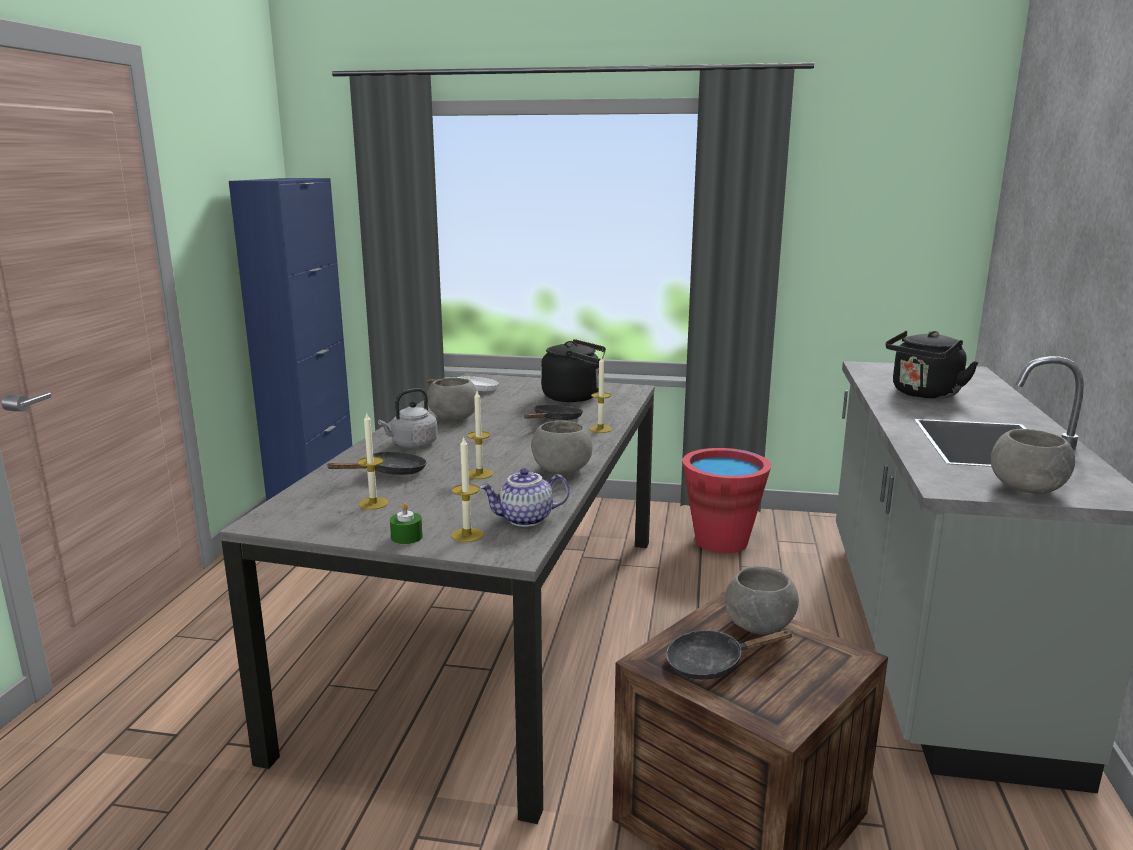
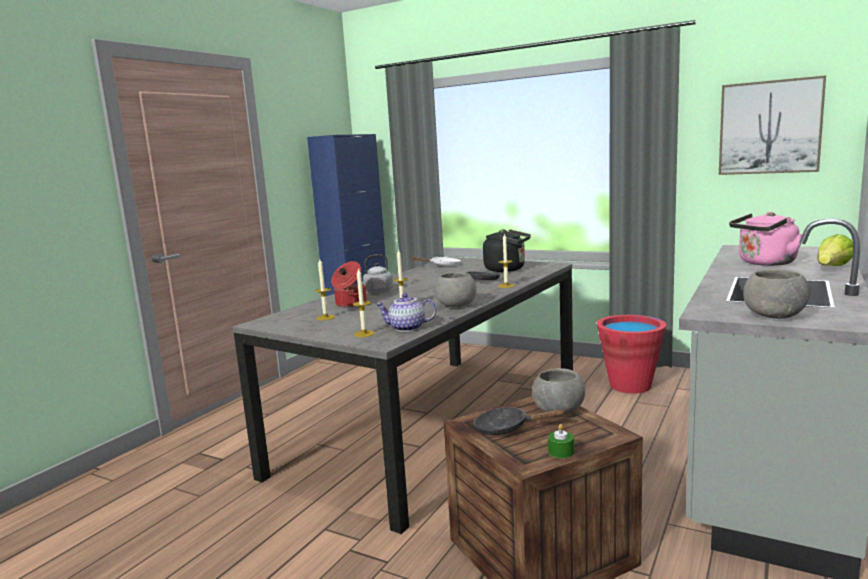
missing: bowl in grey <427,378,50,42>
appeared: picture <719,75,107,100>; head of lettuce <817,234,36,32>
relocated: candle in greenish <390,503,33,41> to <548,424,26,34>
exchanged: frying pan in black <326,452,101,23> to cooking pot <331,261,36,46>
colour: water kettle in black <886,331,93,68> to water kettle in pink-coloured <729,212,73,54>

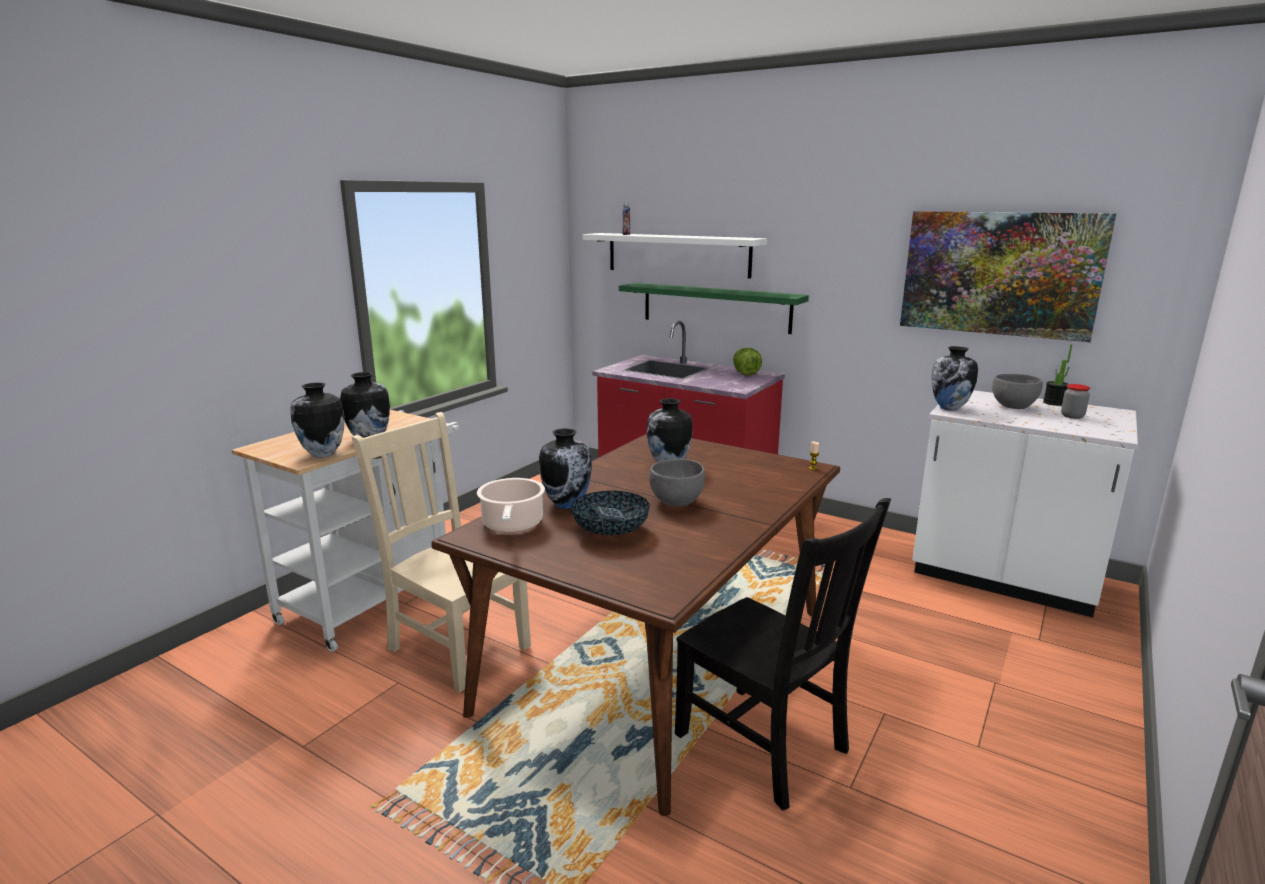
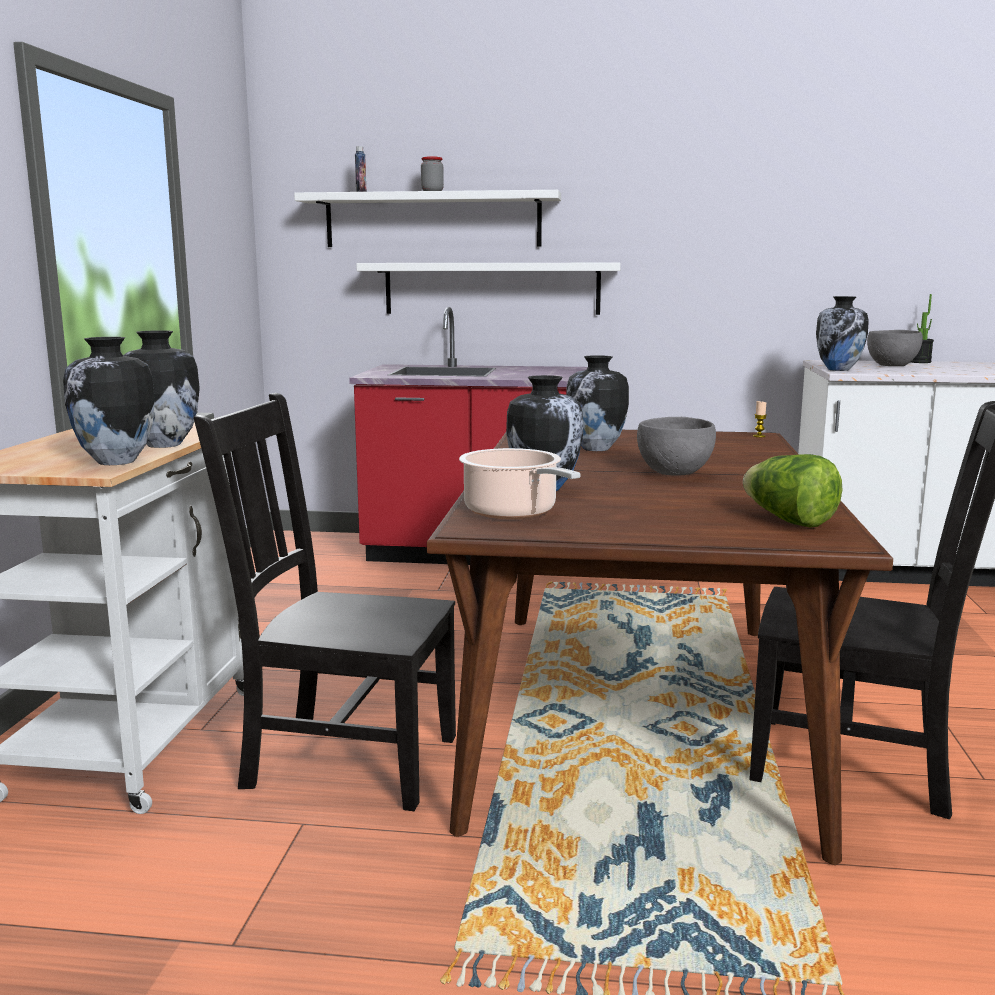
missing: bowl <571,491,79,44>; picture <900,211,216,131>
relocated: head of lettuce <733,348,29,28> to <743,454,99,73>; jar <1061,384,29,35> to <421,156,23,35>
colour: chair in sand-coloured <352,412,179,281> to chair in black <194,393,262,418>; wall shelf in greenish <619,283,190,51> to wall shelf in white-coloured <356,263,265,52>

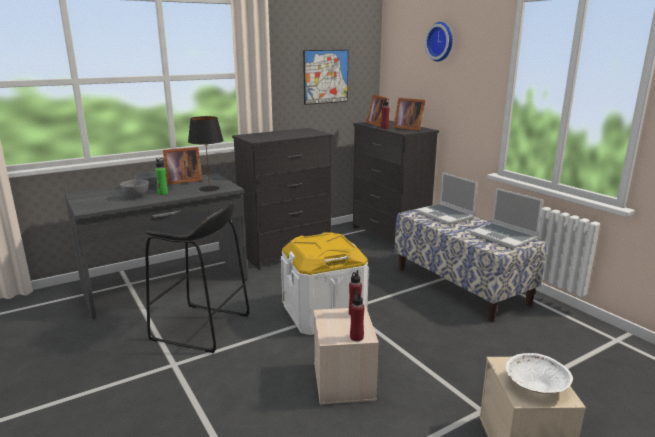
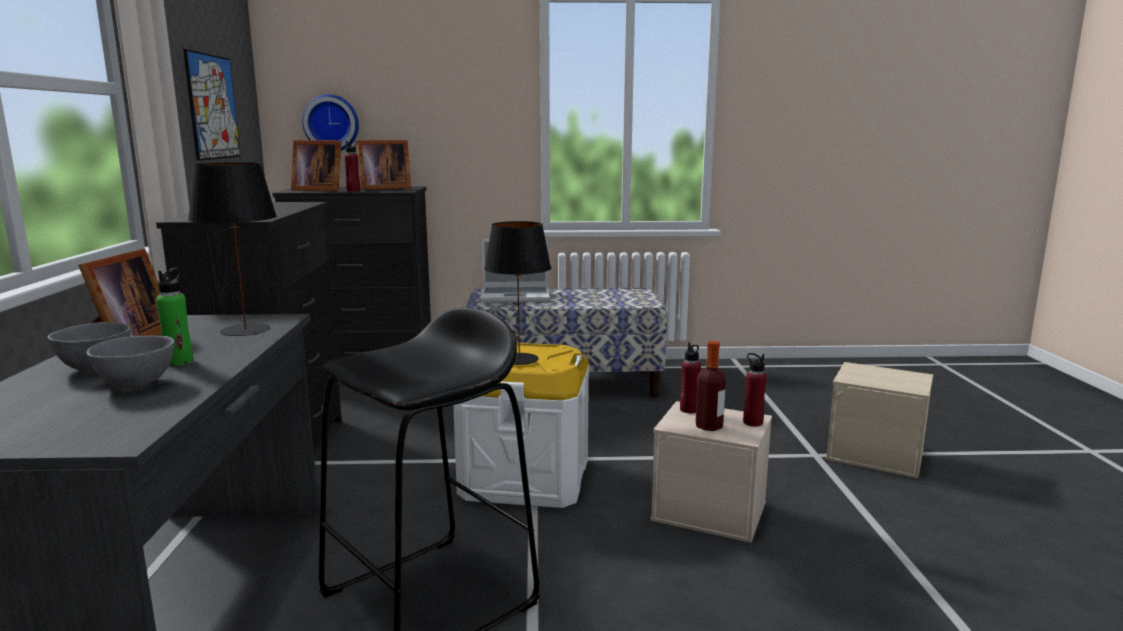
missing: notebook computer <470,188,73,61>; bowl in white-coloured <506,353,67,40>
appeared: table lamp in black <484,221,67,144>; bottle <696,341,30,90>
relocated: hanging clock <425,22,28,39> to <302,94,57,57>

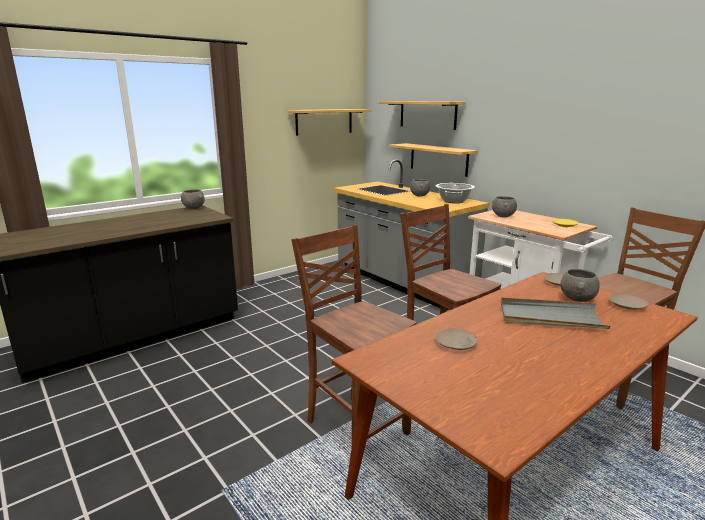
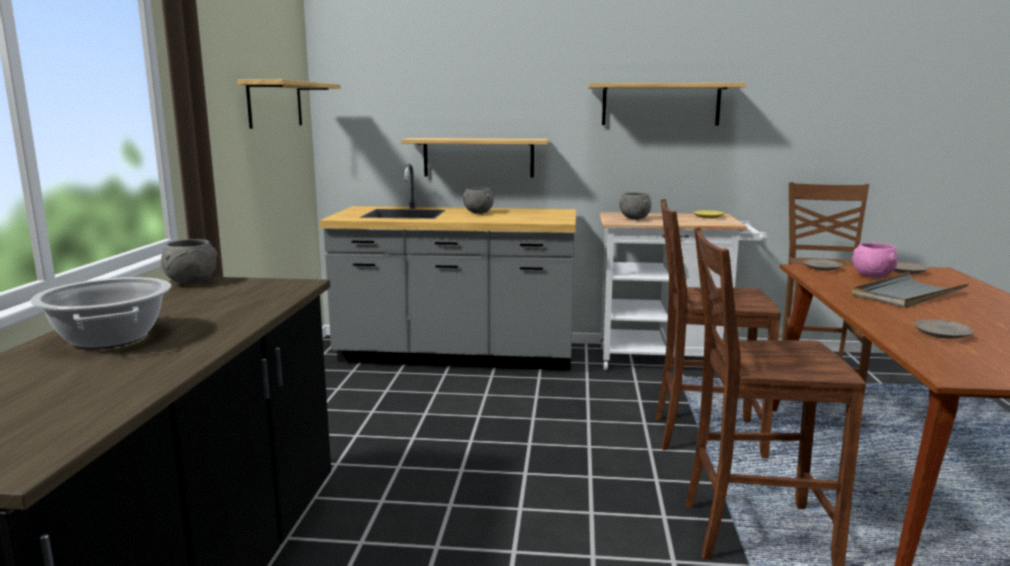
relocated: wall shelf <379,101,87,29> to <588,83,158,42>; cooking pot <436,183,39,20> to <30,277,141,72>
colour: bowl in grey <561,269,39,33> to bowl in pink-coloured <852,243,45,35>

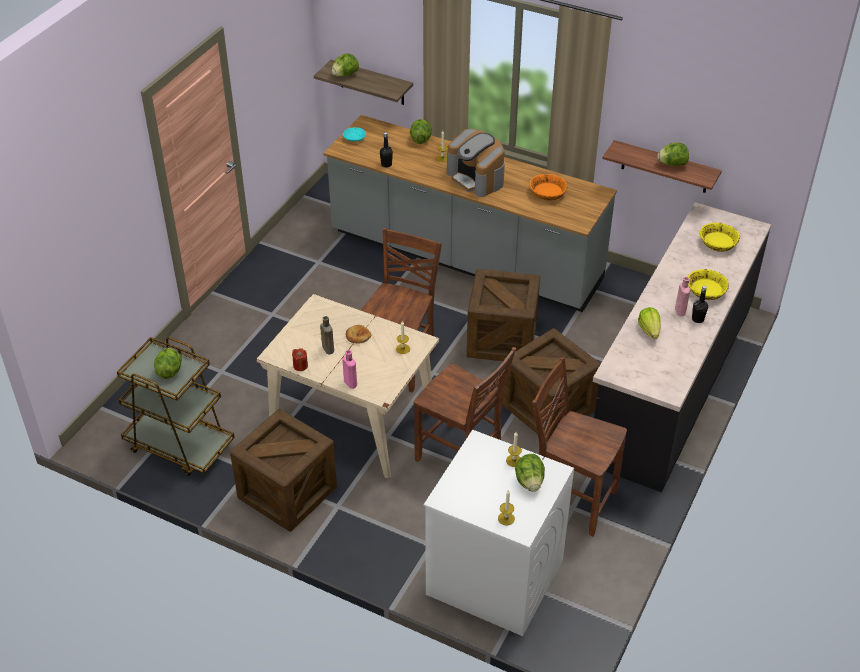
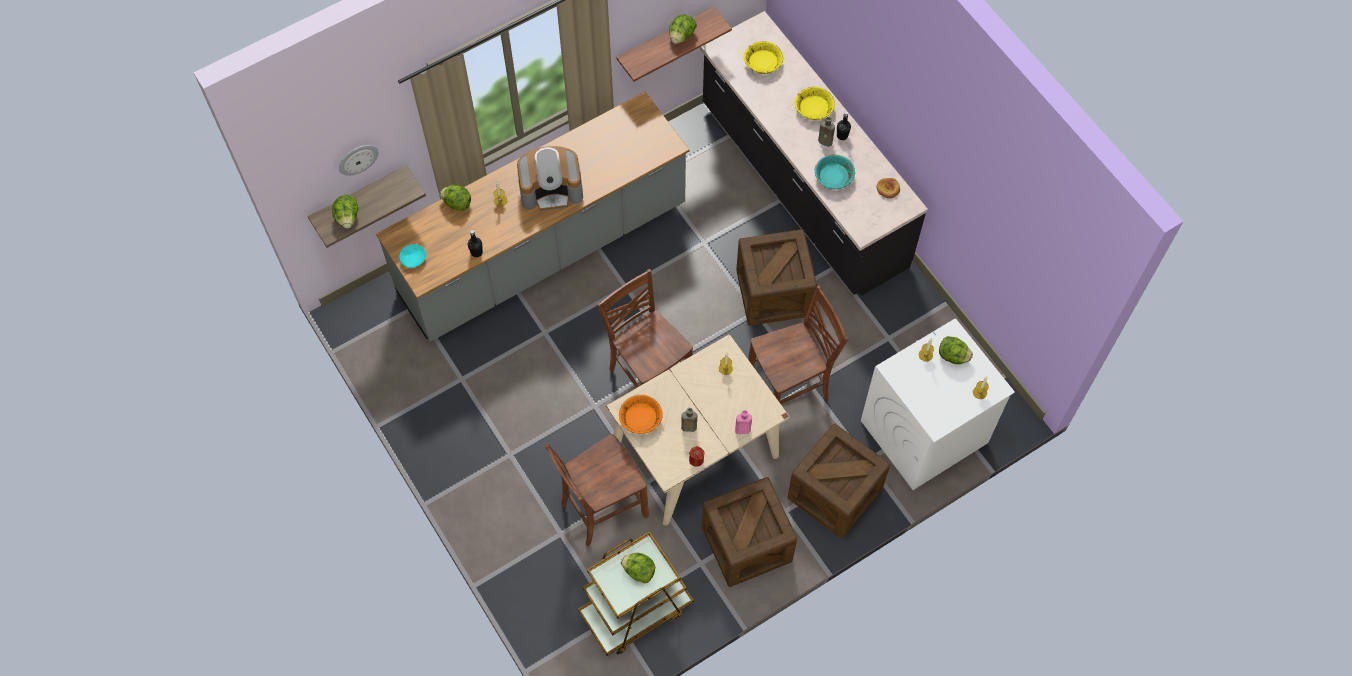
appeared: hanging clock <339,145,40,31>
relocated: baked bread <345,325,26,18> to <877,178,23,21>; crate <466,269,74,92> to <788,424,102,115>; bowl in orange <529,174,38,26> to <619,395,44,39>; chair in brown-coloured <532,357,95,179> to <545,434,104,112>
exchanged: head of lettuce <638,307,23,32> to bowl in turquoise-coloured <815,154,40,35>
colour: bottle in pink-coloured <675,277,15,39> to bottle in brown-coloured <818,116,17,31>

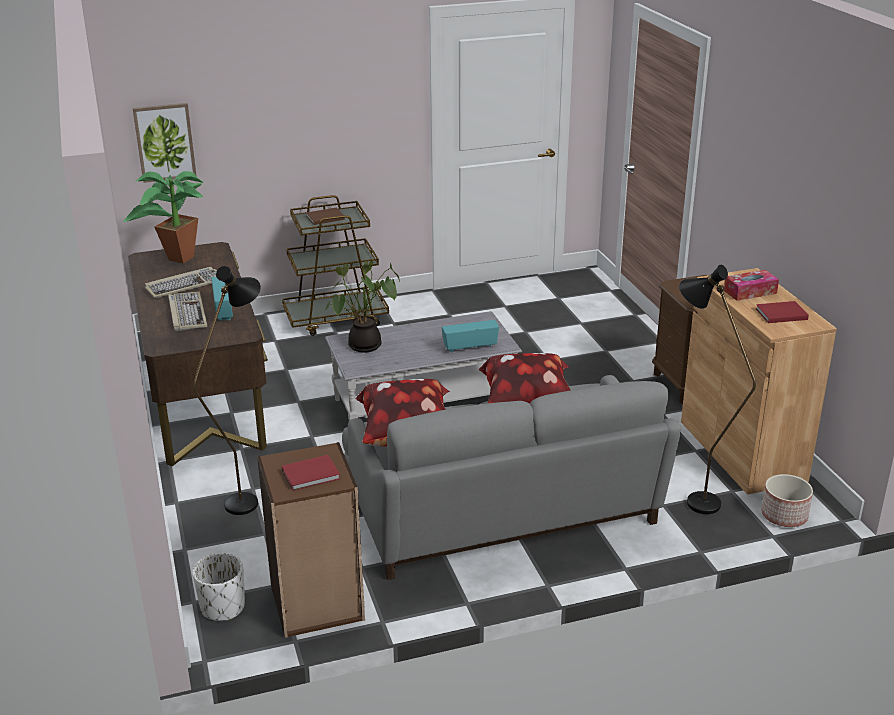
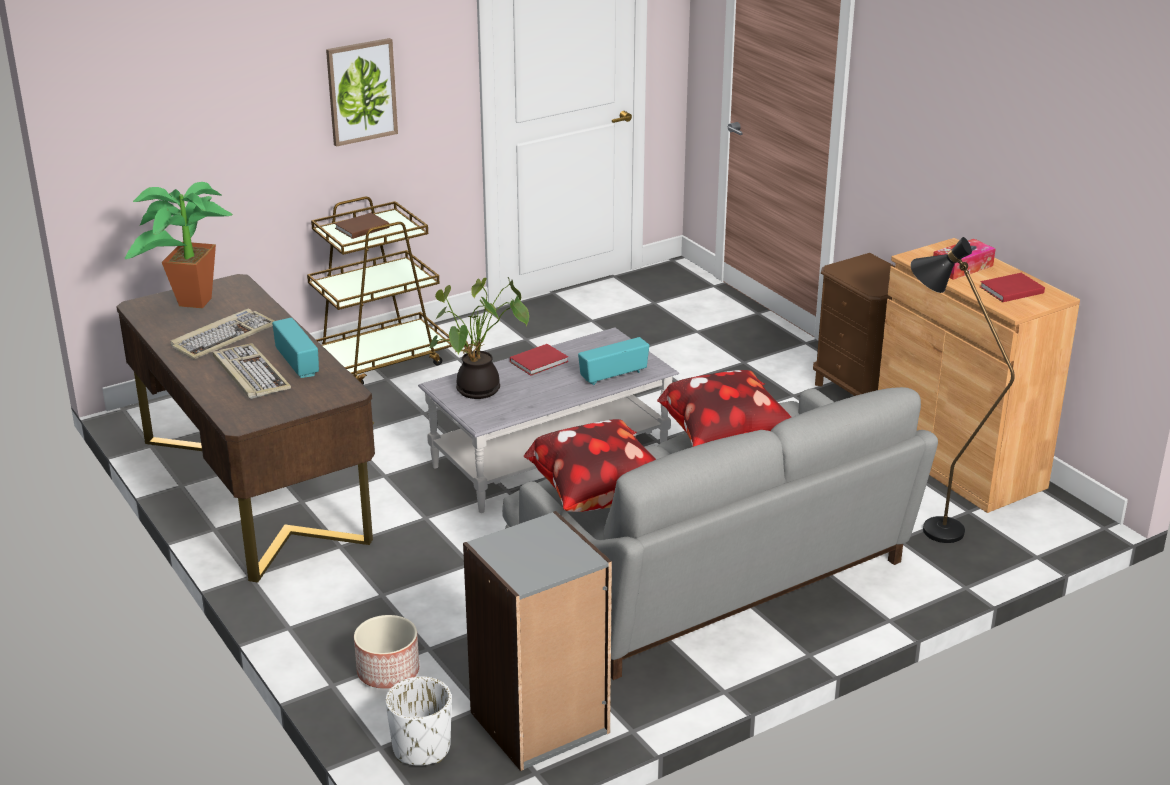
missing: standard lamp in black <193,266,68,249>
relocated: picture <132,103,65,80> to <326,38,72,109>; book in red-coloured <282,455,58,36> to <510,344,58,32>; plant pot <761,474,52,53> to <354,615,65,74>
colour: bookcase in brown-coloured <257,442,108,196> to bookcase in grey <463,511,149,260>

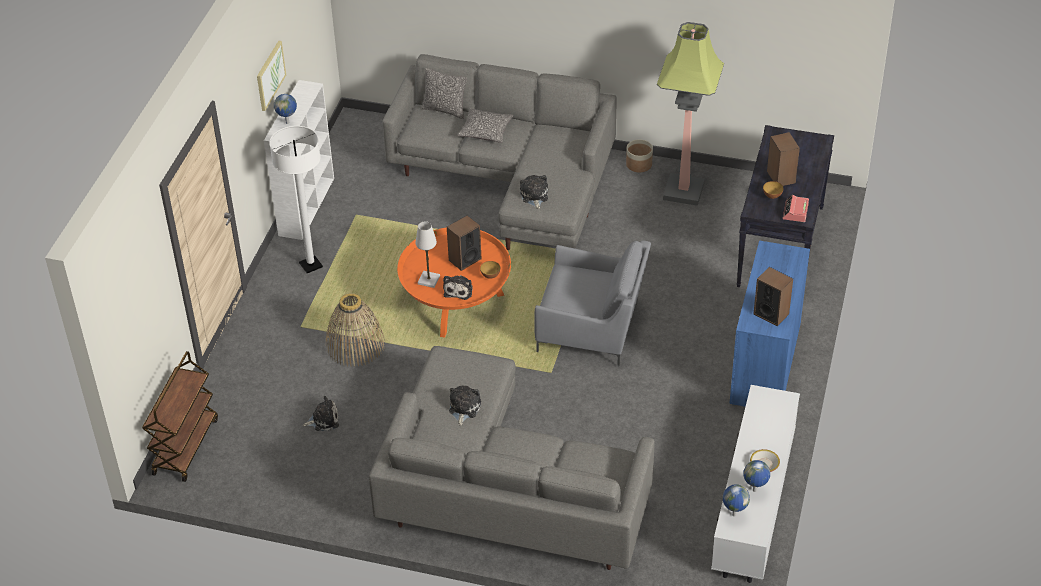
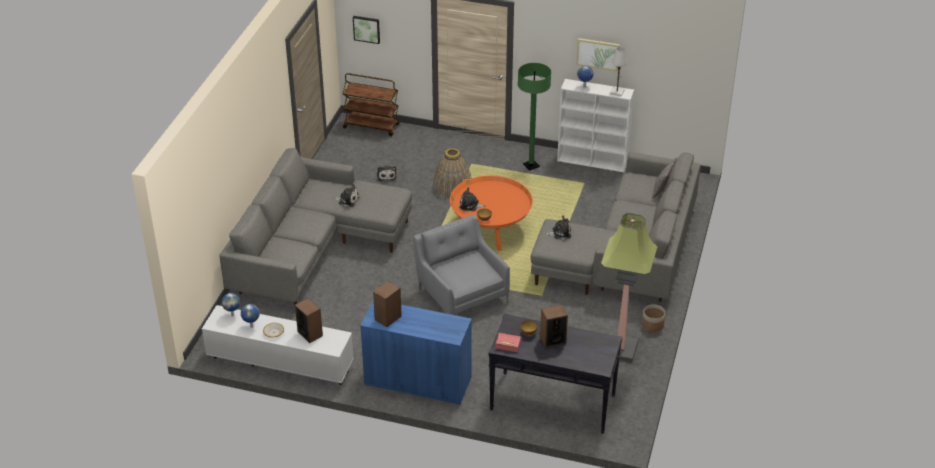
missing: throw pillow <457,108,56,35>
appeared: picture <353,16,27,28>
relocated: table lamp in white-coloured <415,221,25,67> to <610,47,17,50>; speaker <447,215,35,56> to <295,298,28,45>
colour: standard lamp in white-coloured <269,126,54,147> to standard lamp in greenish <518,63,33,108>
spun: lounge chair in grey <534,240,117,126> = <413,215,97,100> 135 degrees clockwise

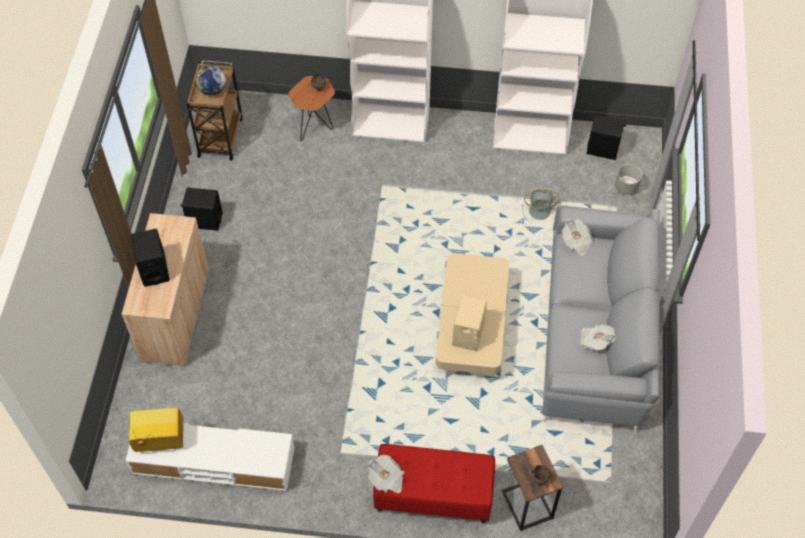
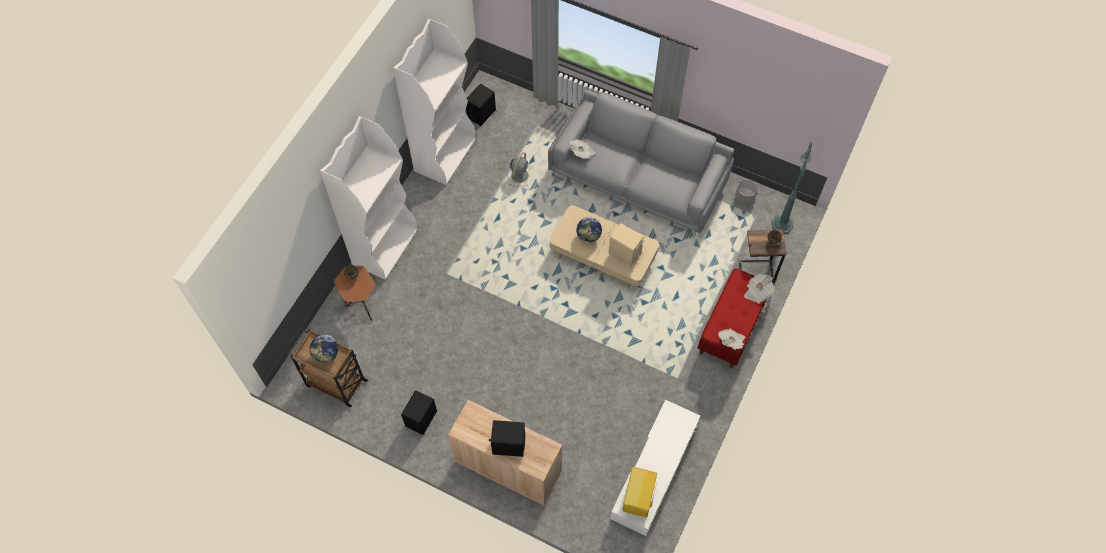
appeared: desk globe <577,217,25,26>; standard lamp in greenish <772,141,41,93>
relocated: daily paper <580,324,36,27> to <744,274,30,30>; plant pot in grey <615,164,27,31> to <735,179,23,26>

